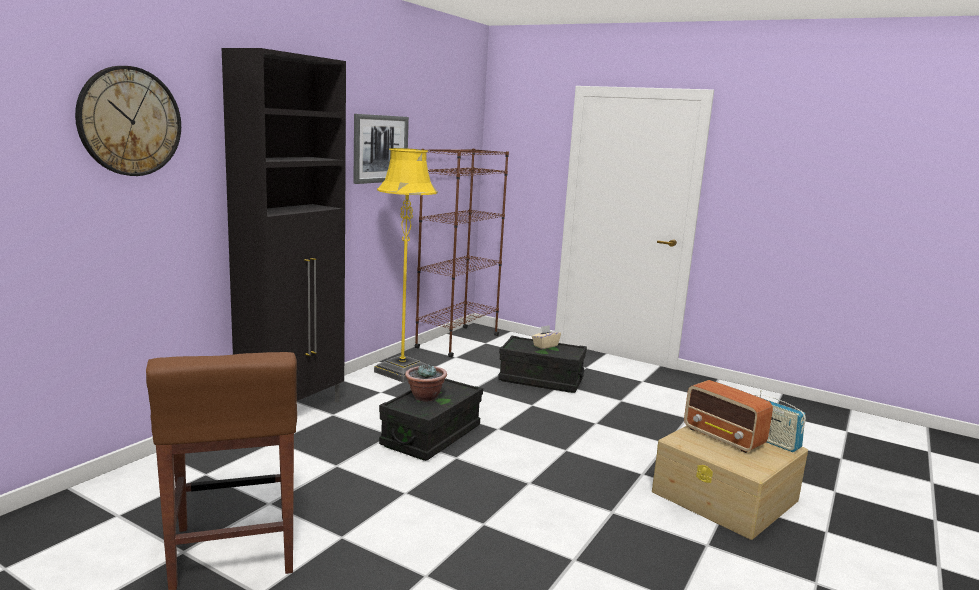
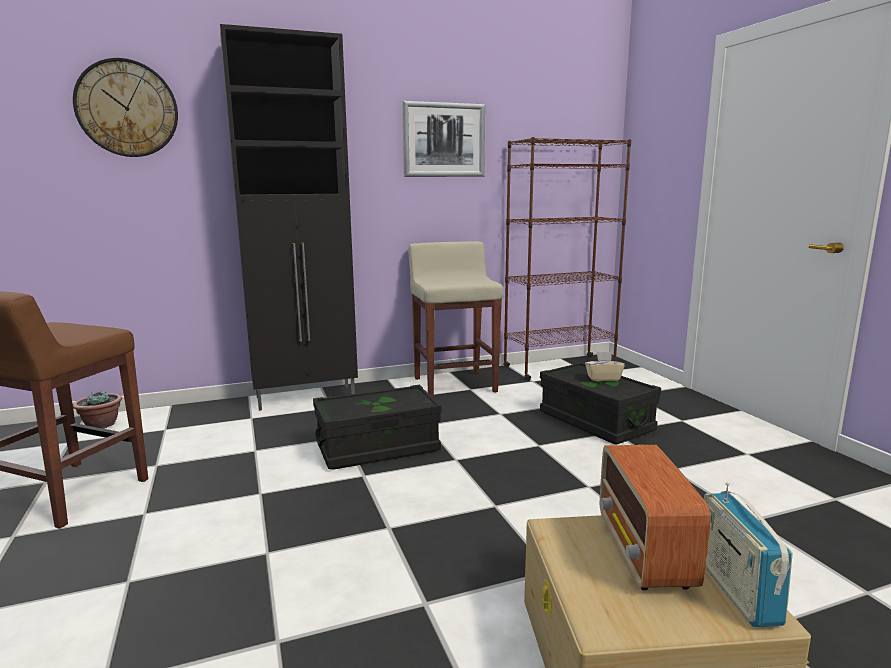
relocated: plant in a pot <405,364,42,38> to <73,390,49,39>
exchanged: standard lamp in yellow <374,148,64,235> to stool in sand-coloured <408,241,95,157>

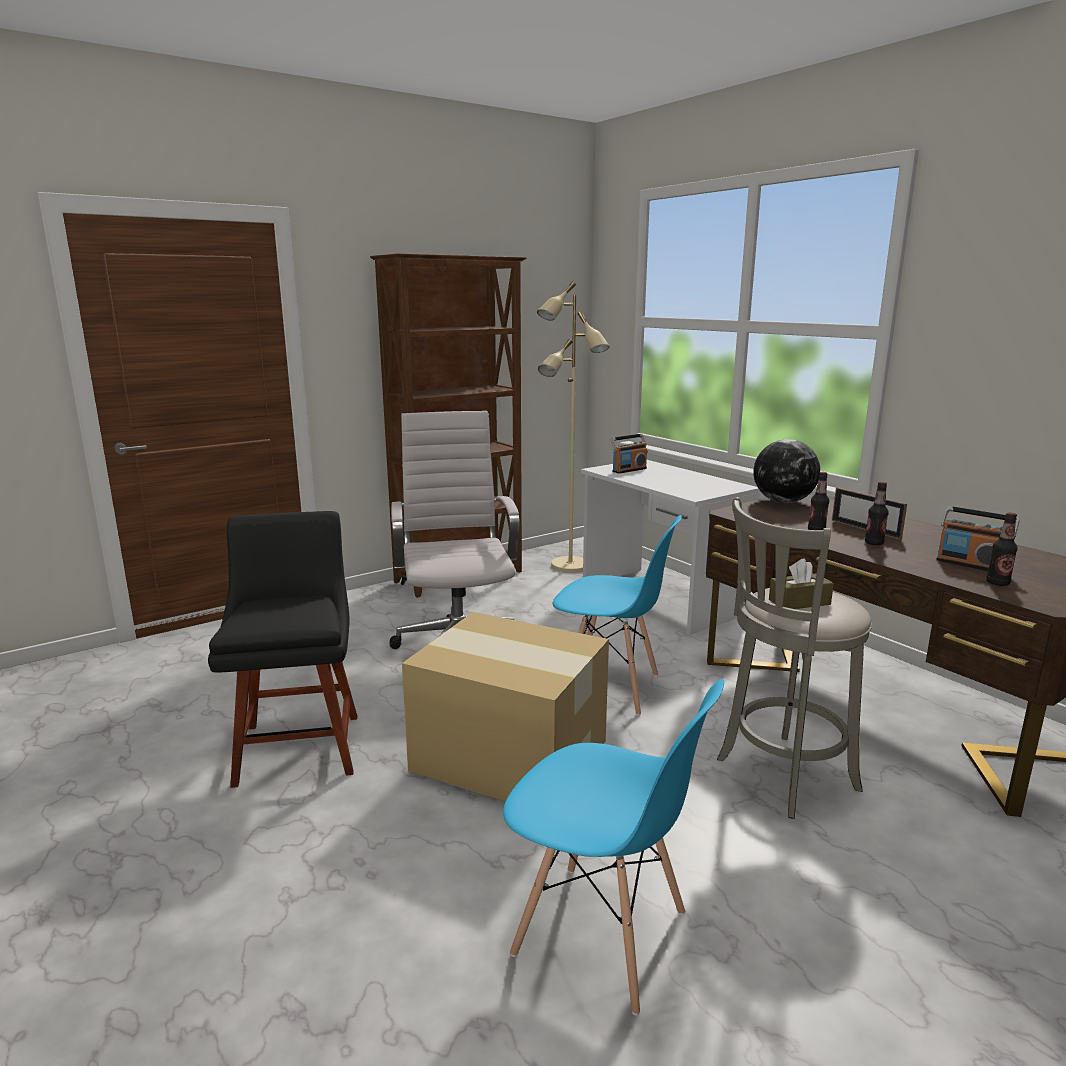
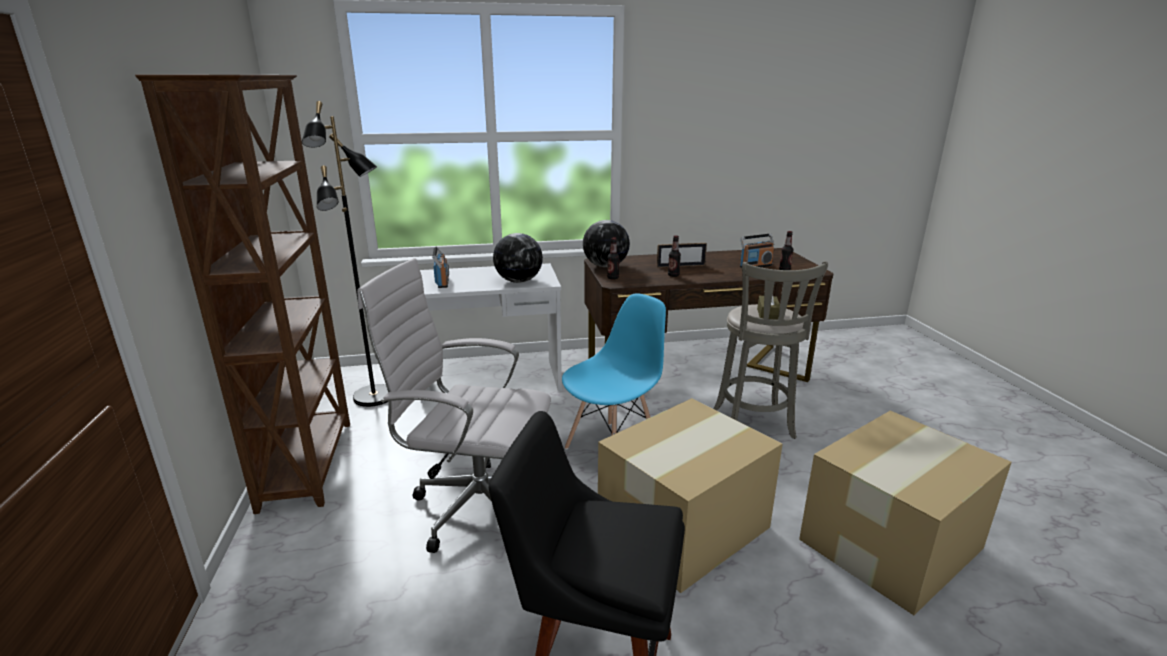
appeared: desk globe <493,233,50,50>
relocated: bottle <865,482,24,63> to <607,238,13,41>
exchanged: chair in bluish <503,679,221,336> to packing box <799,411,213,204>
colour: standard lamp in sand-coloured <537,281,73,292> to standard lamp in black <302,101,87,306>

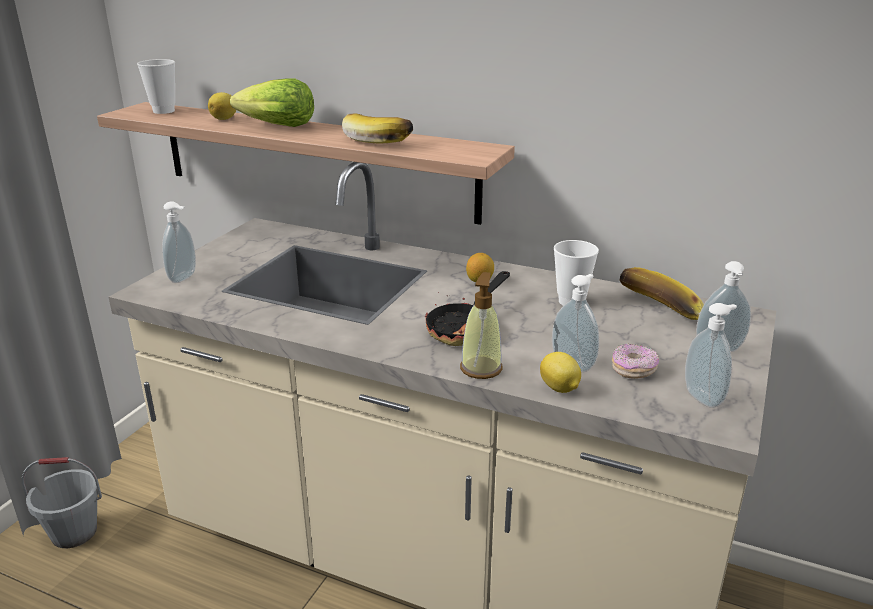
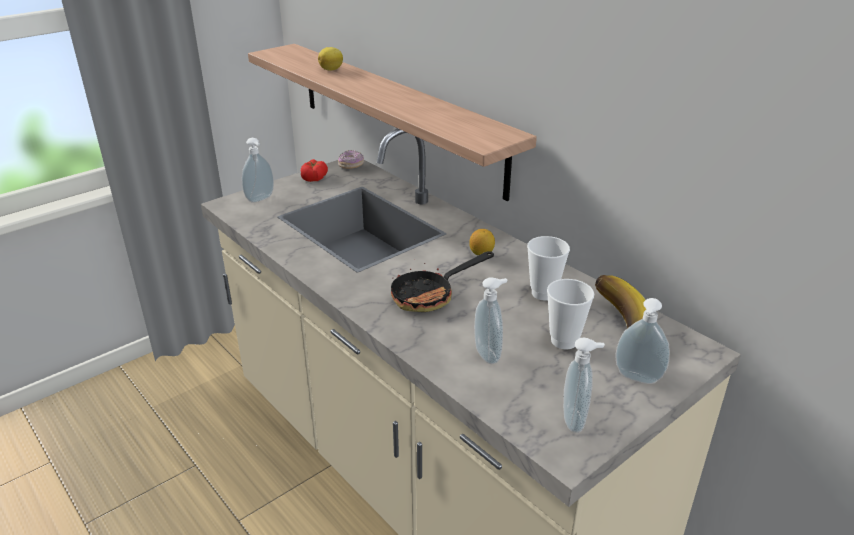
missing: bucket in grey <22,457,80,91>; head of lettuce <230,78,84,49>; banana <342,113,71,30>; liquid soap bottle <460,272,42,107>; citrus fruit <540,352,41,41>
appeared: fresh tomato <301,159,27,23>
relocated: cup <137,59,38,55> to <547,279,47,70>; ring doughnut <612,343,47,36> to <338,150,26,19>

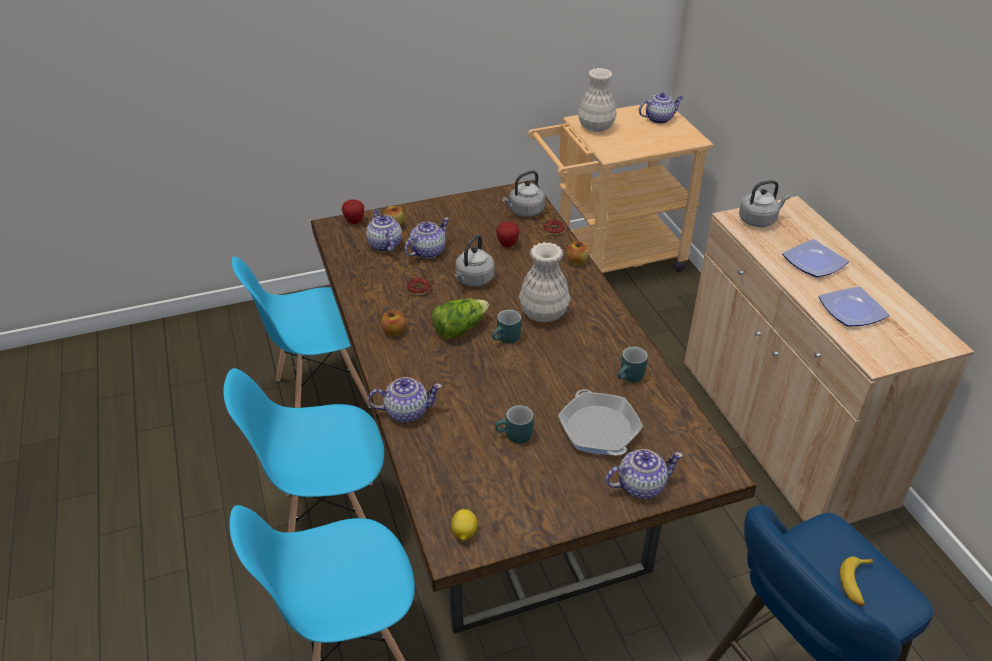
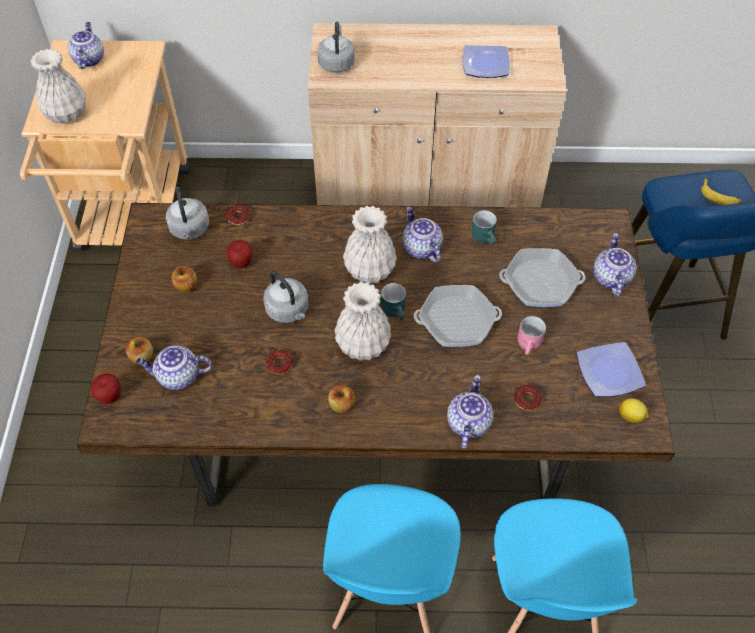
missing: chair in bluish <232,256,139,152>
appeared: frying pan <414,285,88,62>; ring doughnut <514,385,28,25>
relocated: pot for tea <404,217,45,41> to <402,207,41,56>; apple fruit <567,242,22,23> to <172,266,25,26>; dinner plate <782,239,67,38> to <577,342,69,55>
exchanged: head of lettuce <432,299,57,40> to vase in white-coloured <335,282,57,79>
colour: tea mug in turquoise-coloured <495,405,39,39> to tea mug in pink-coloured <518,316,28,39>

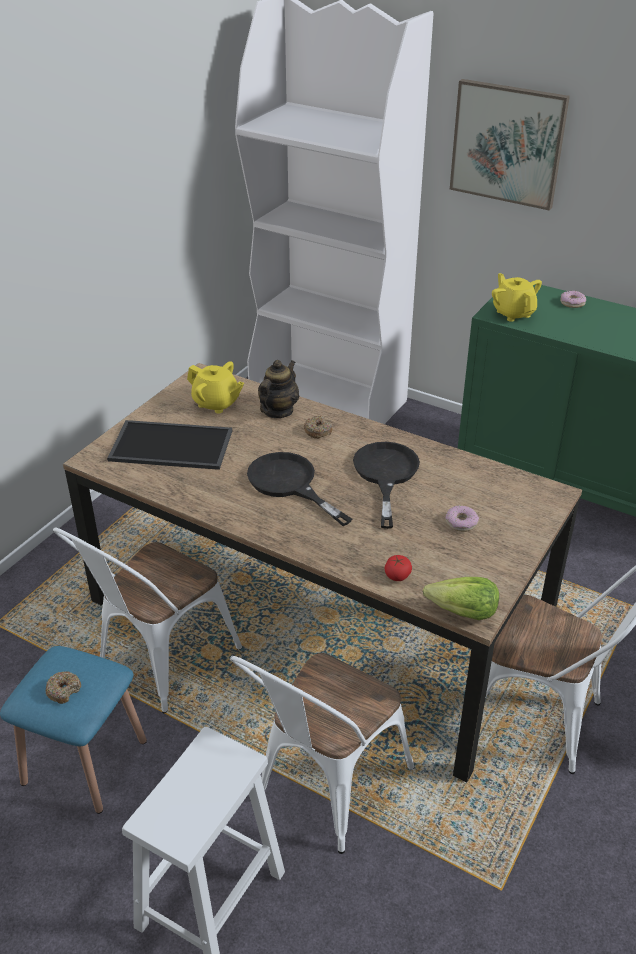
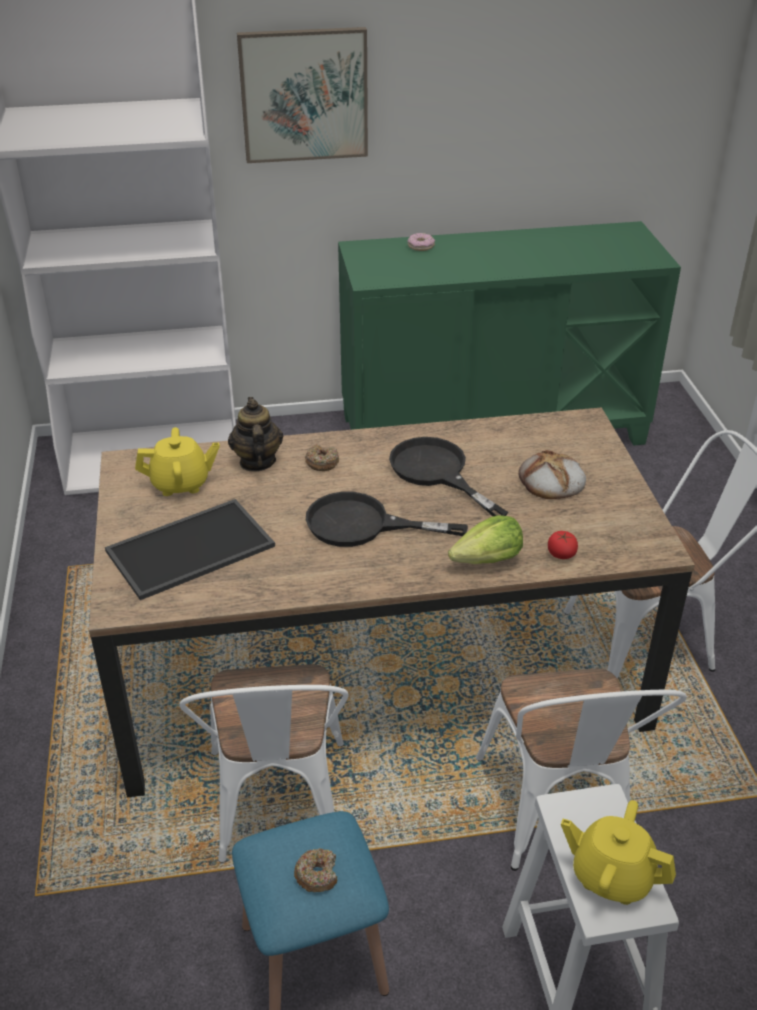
relocated: head of lettuce <423,577,76,43> to <448,515,75,49>; pot for tea in yellow <492,273,50,49> to <561,800,115,105>
exchanged: ring doughnut <445,506,34,26> to baked bread <519,450,67,49>

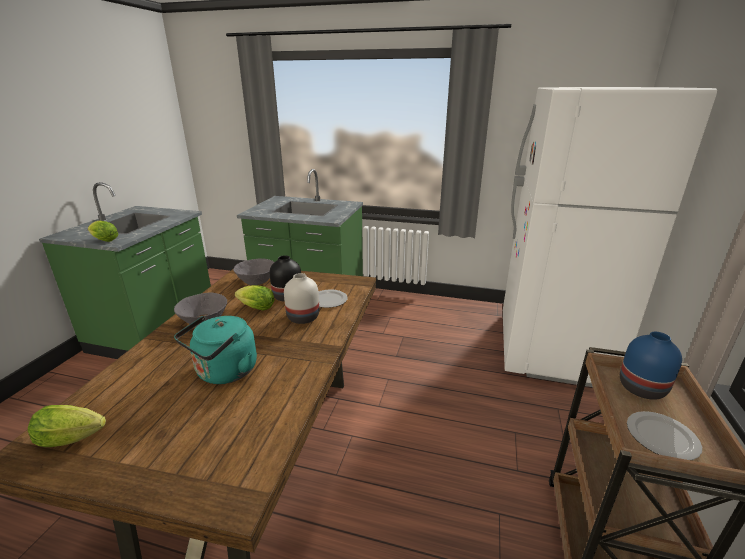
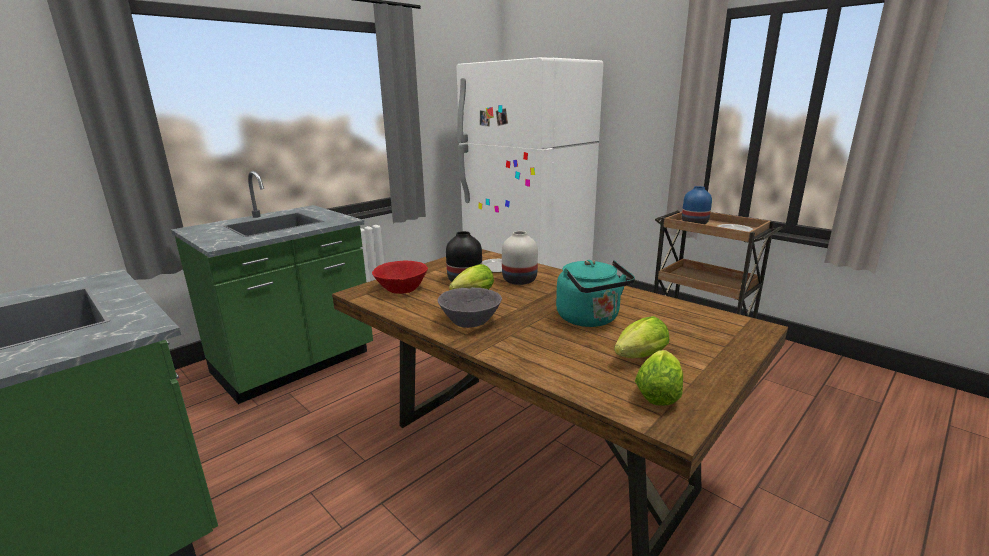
relocated: head of lettuce <88,221,30,21> to <614,316,55,42>
colour: bowl in grey <233,259,41,26> to bowl in red-coloured <372,261,56,33>

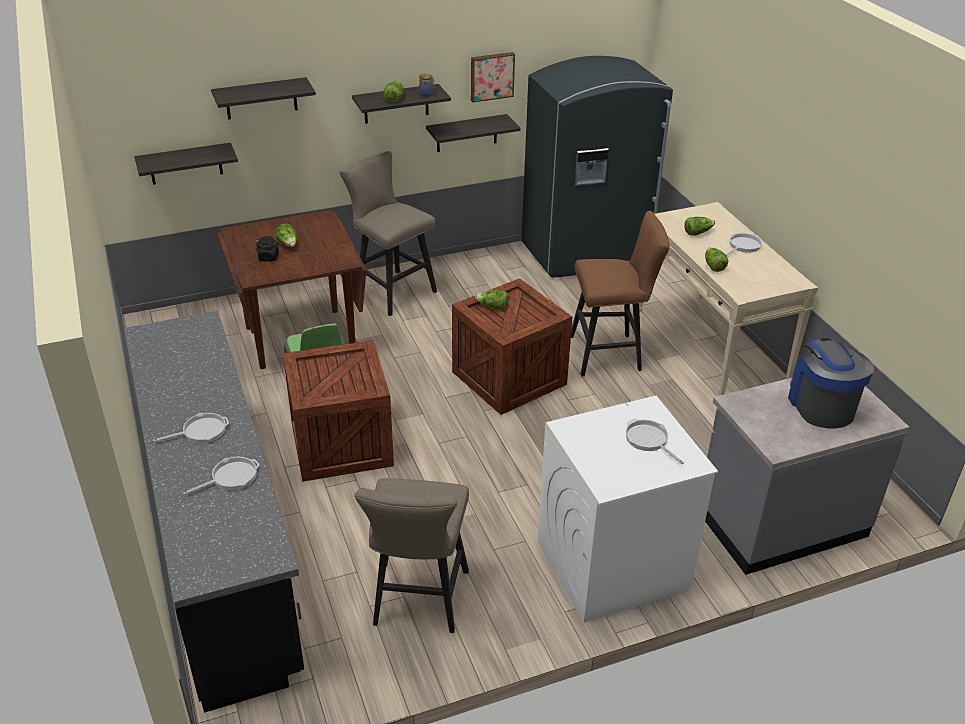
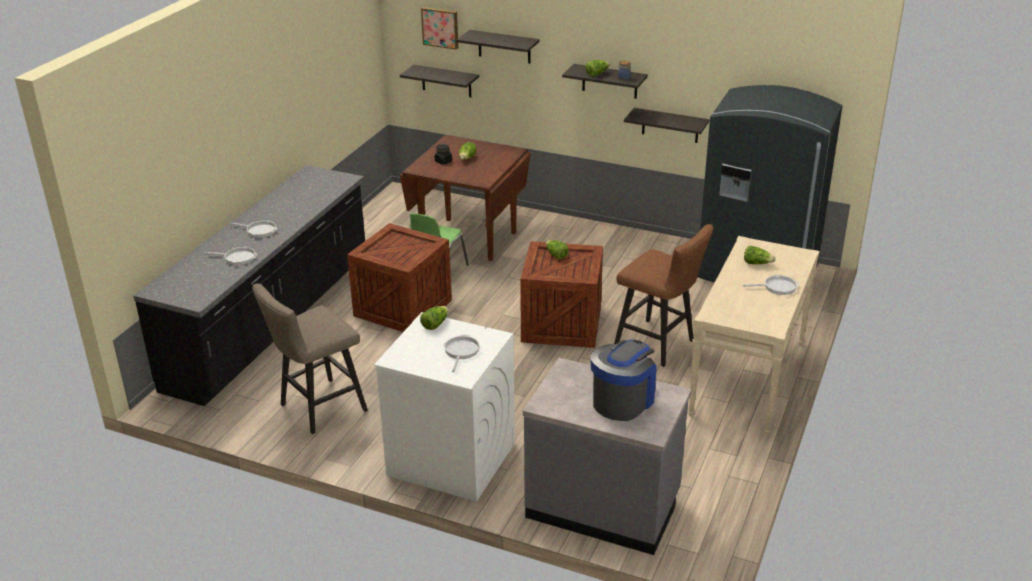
missing: stool in sand-coloured <340,151,97,165>
relocated: picture <471,52,44,51> to <421,7,37,43>; head of lettuce <705,247,23,25> to <420,306,28,24>

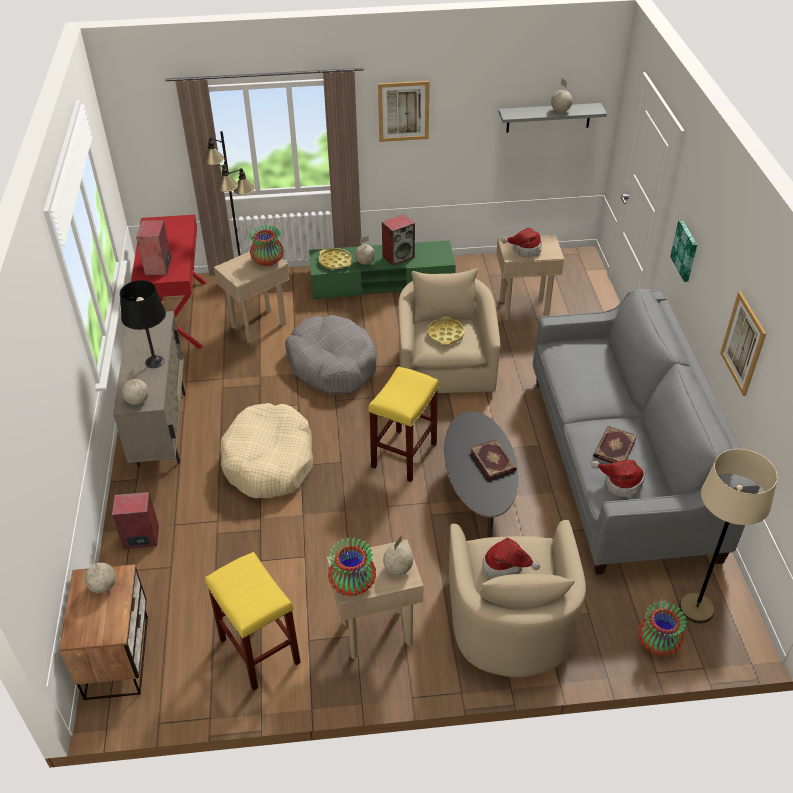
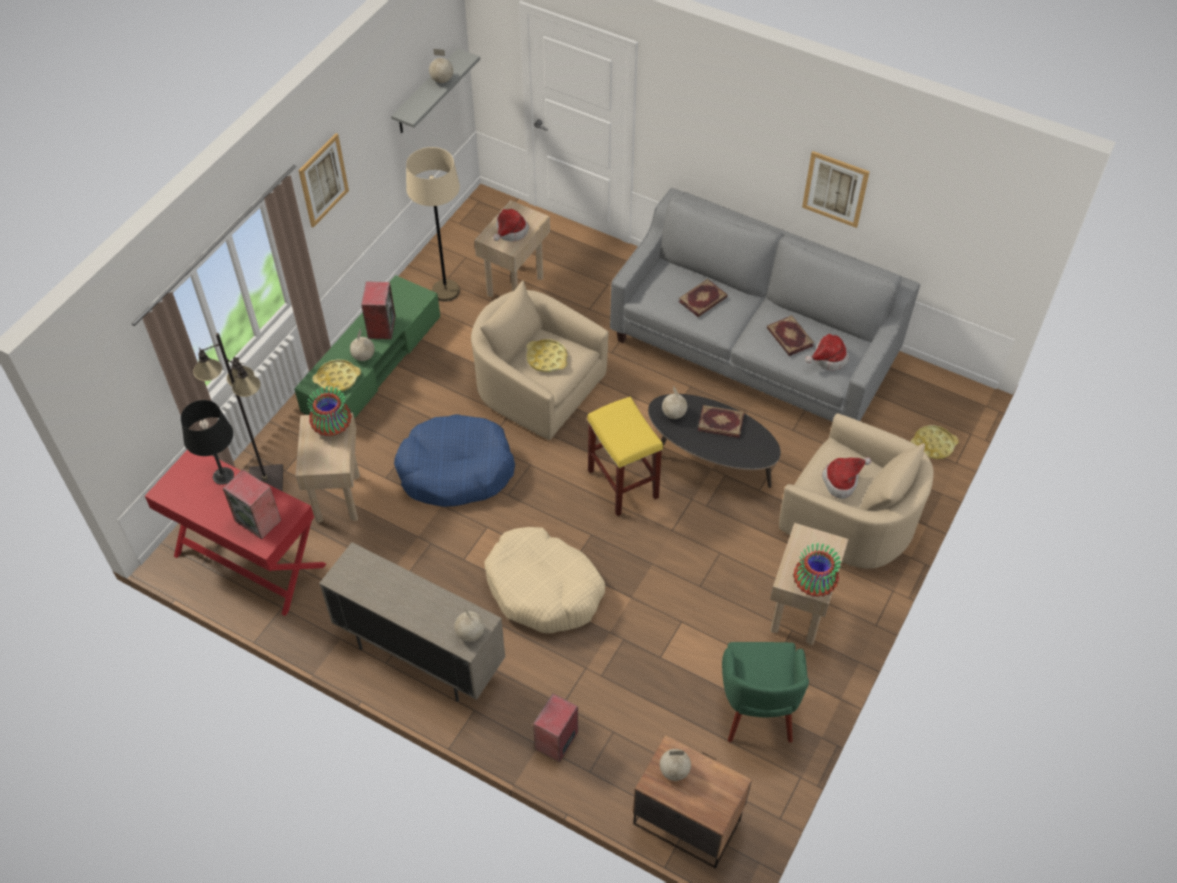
missing: picture <670,220,27,62>
appeared: book <678,279,50,38>
relocated: table lamp in black <120,280,46,88> to <181,400,53,85>; desk globe <383,535,30,40> to <662,385,25,34>; standard lamp in sand-coloured <679,449,99,174> to <406,147,54,154>
exchanged: stool in yellow <205,552,96,139> to lounge chair in greenish <722,642,87,101>; vase <638,601,49,55> to serving tray in yellow <911,425,48,34>
colour: dog cushion in grey <285,315,91,79> to dog cushion in bluish <394,414,121,93>

